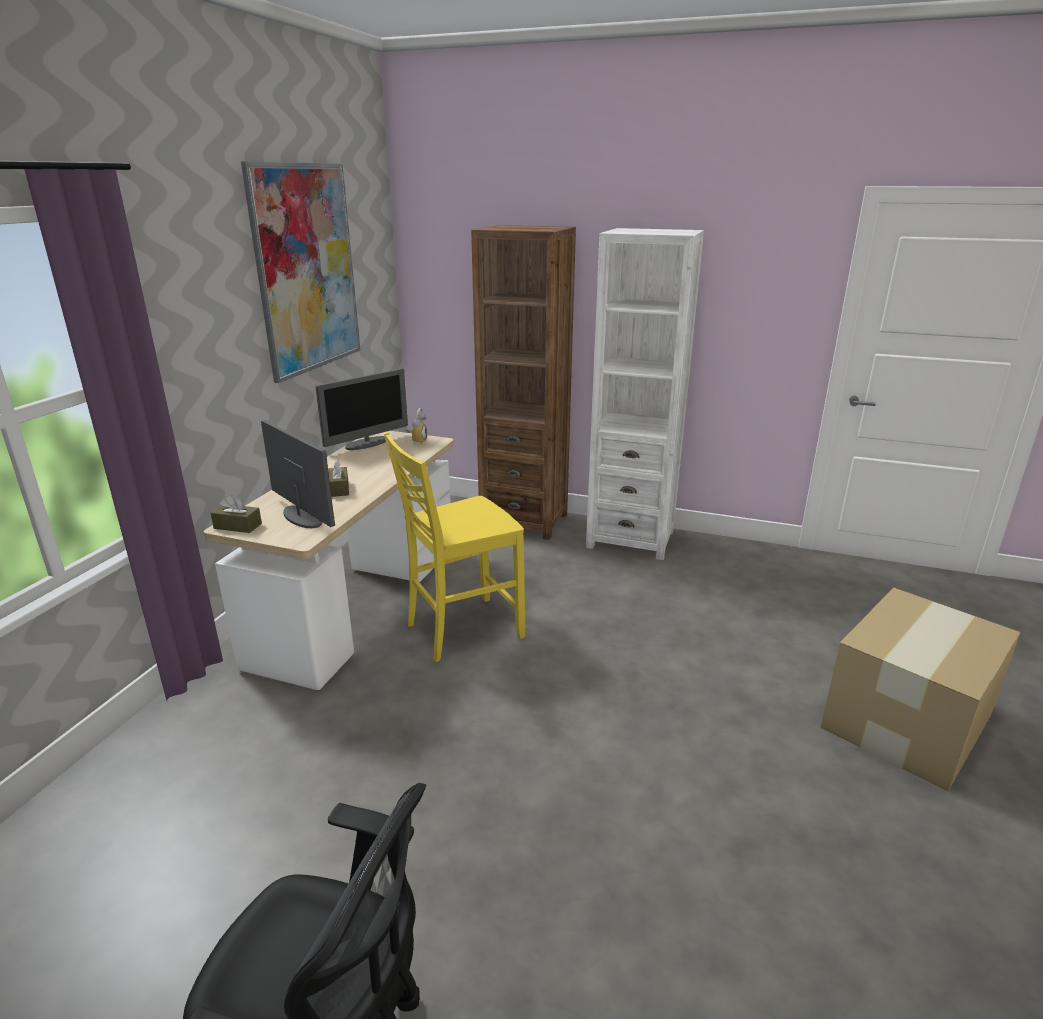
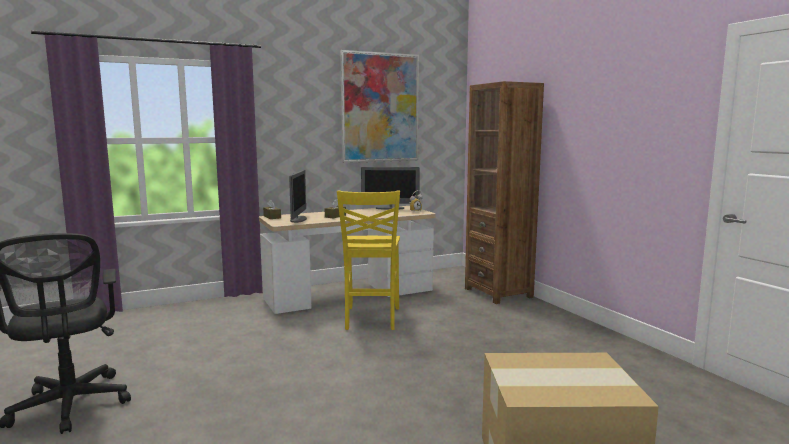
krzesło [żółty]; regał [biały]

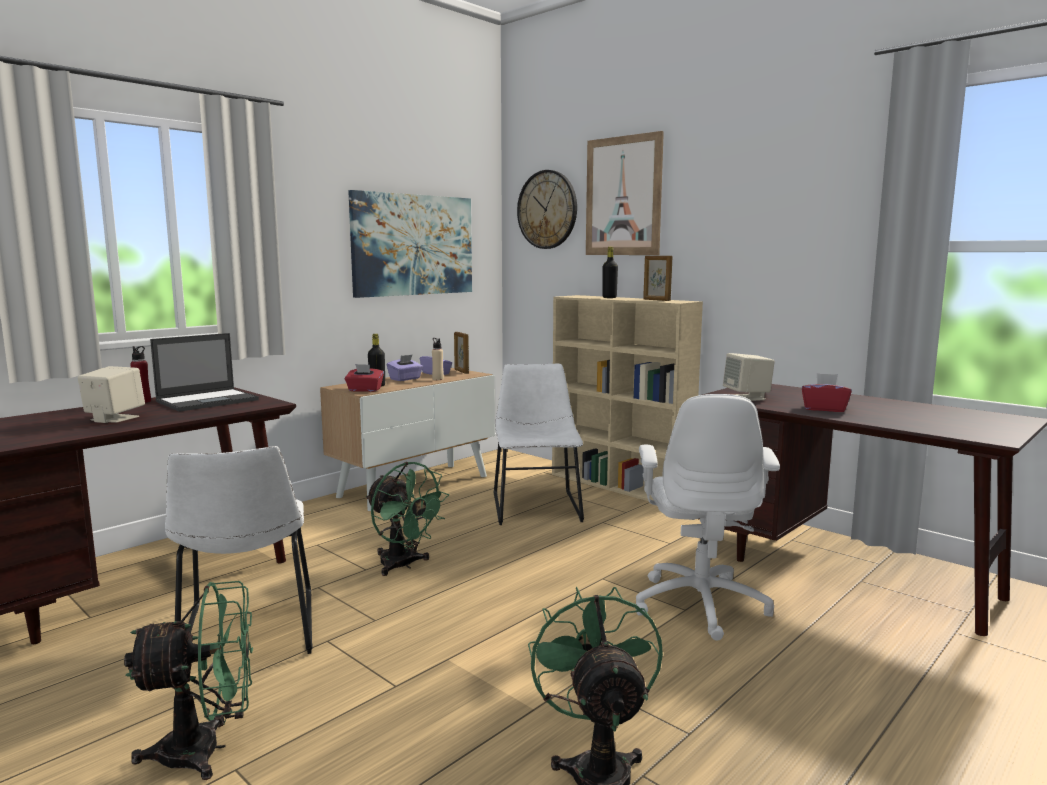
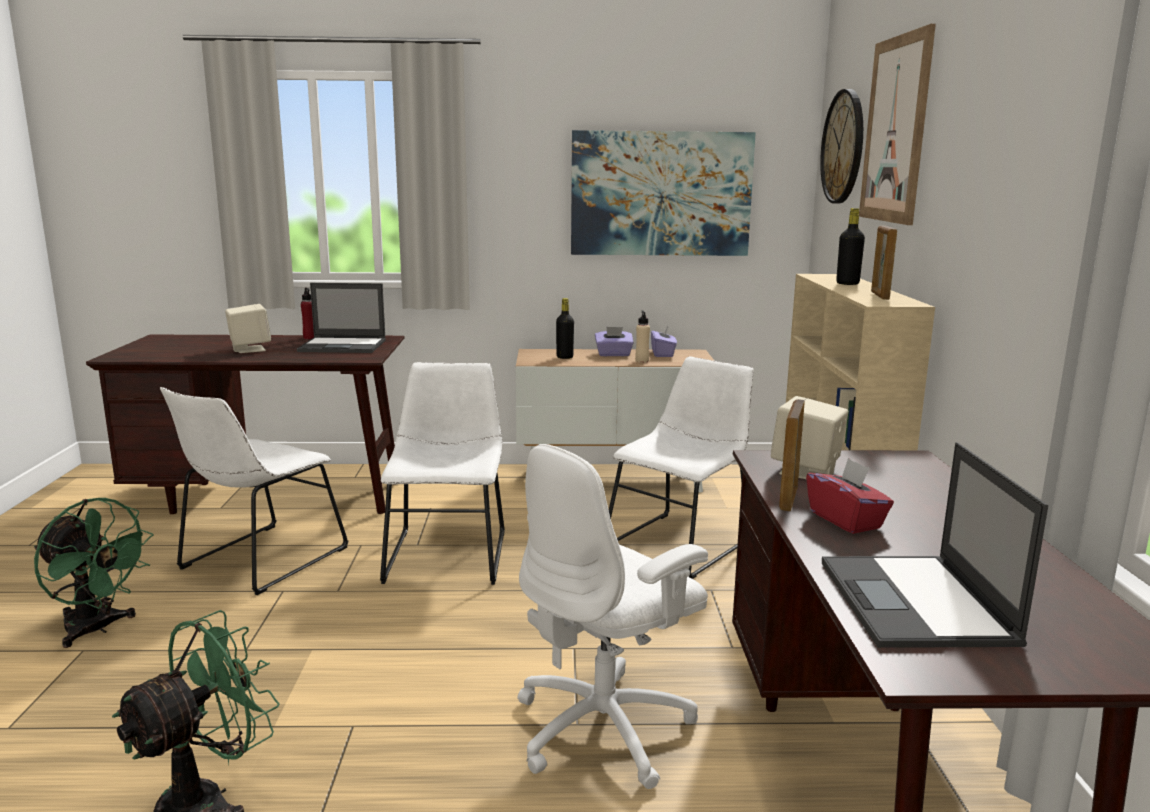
pudełko chusteczek [czerwony] (no. 1 from left in the first image); krzesło [biały] (no. 2 from left); ramka na zdjęcie (no. 1 from left); laptop (no. 2 from left)

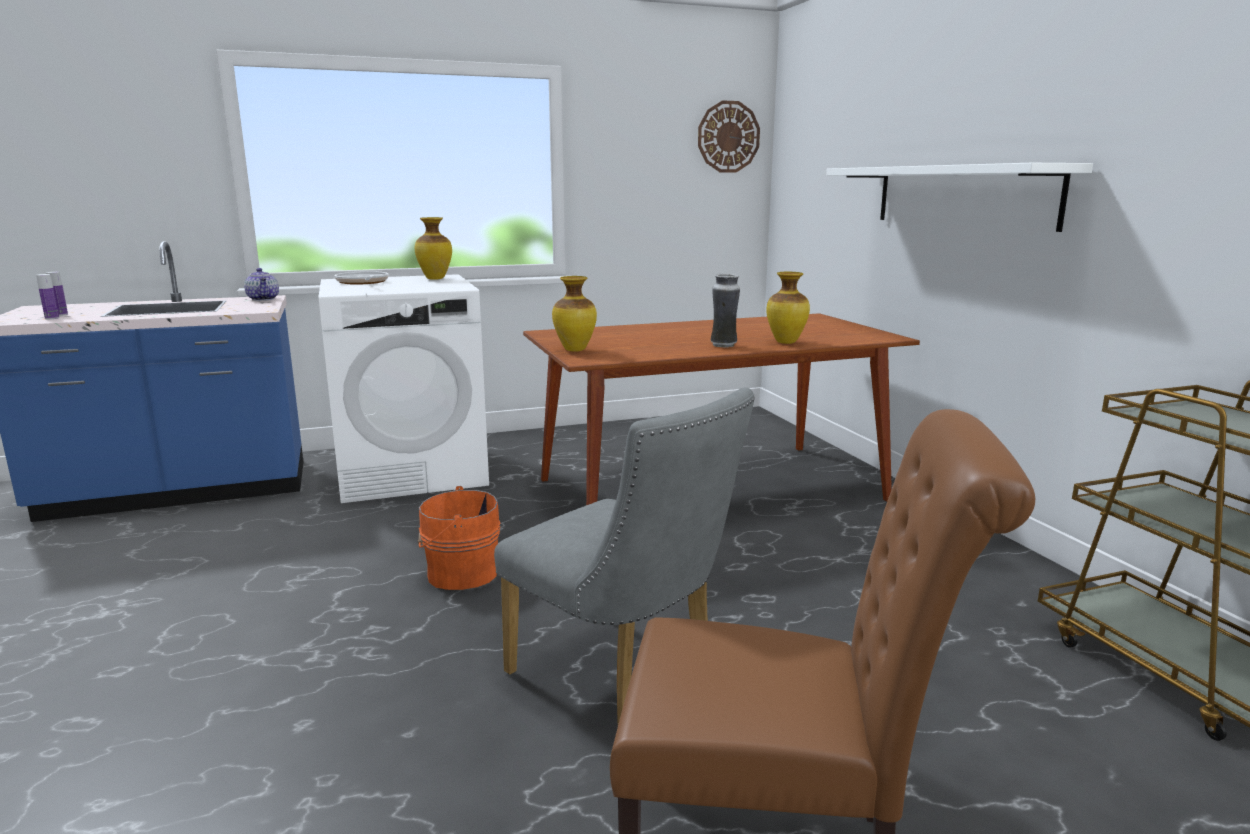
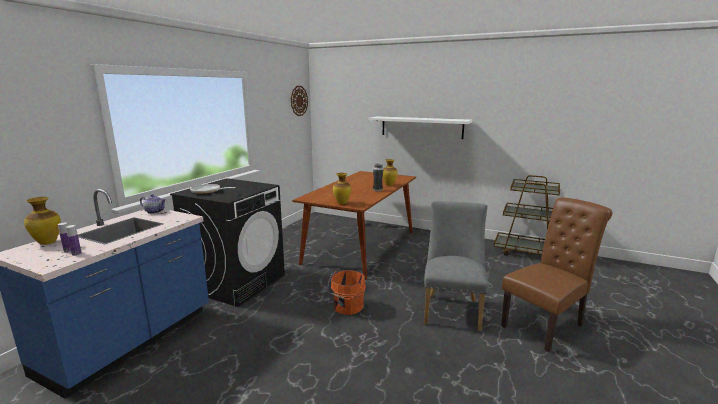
pralka [czarny]; wazon (no. 1 from left); krzesło [szary]

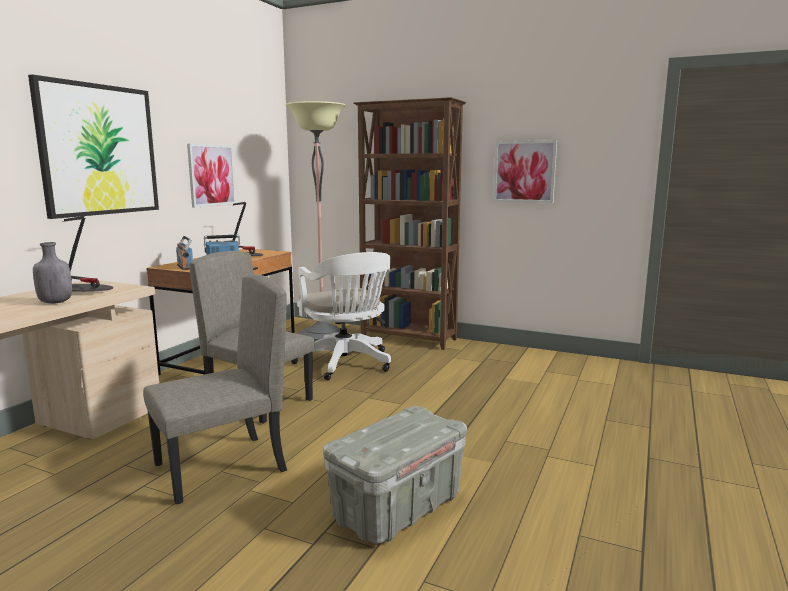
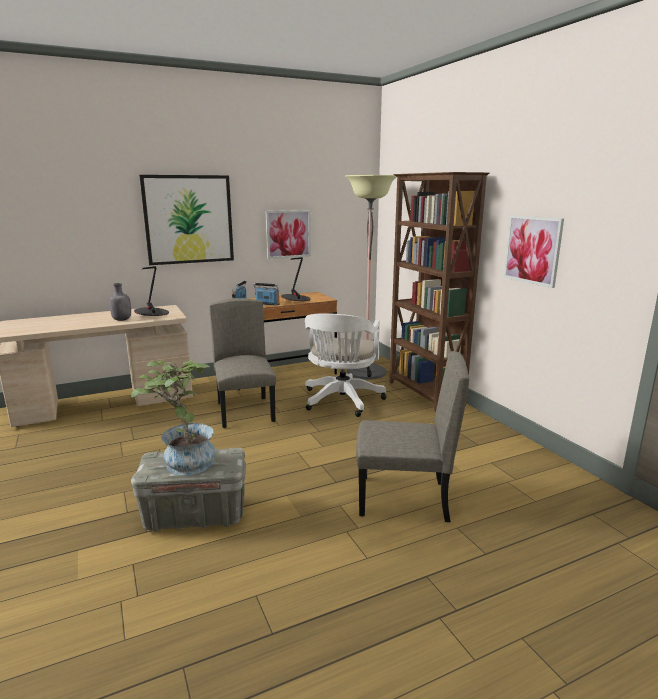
krzesło [beżowy] (no. 2 from left); roślina doniczkowa

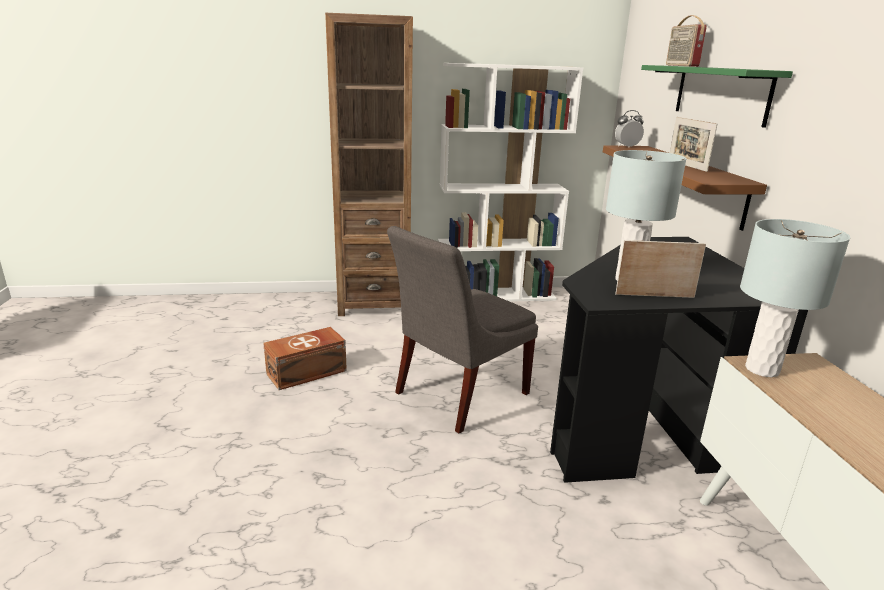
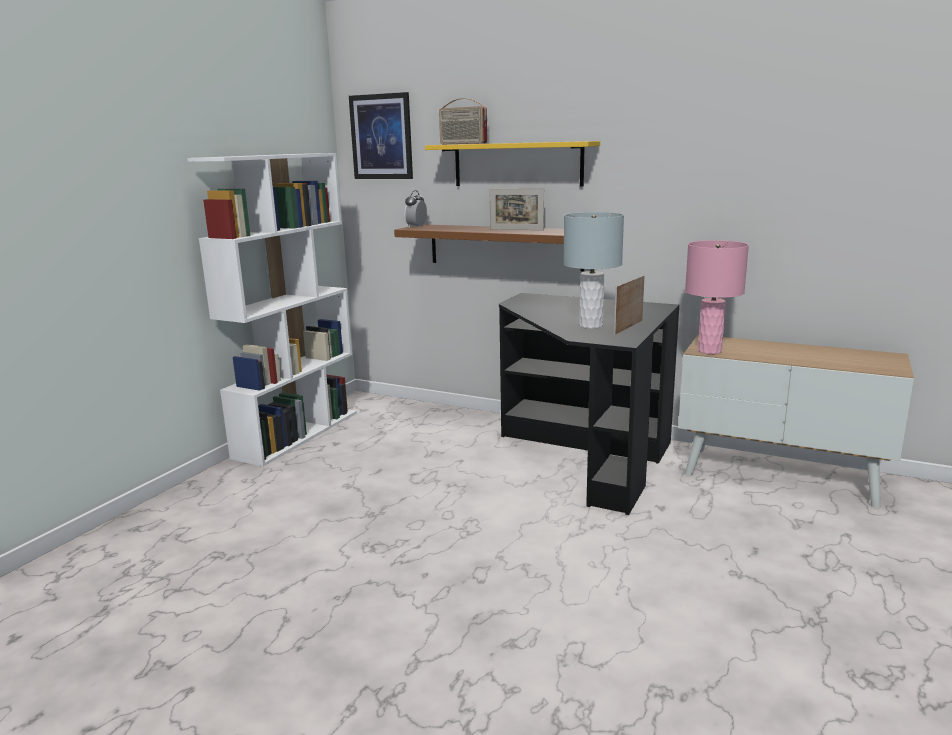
pojemnik do przechowywania [brązowy]; regał [brązowy]; krzesło [szary]; półka [żółty]; lampa stołowa [różowy]; obraz

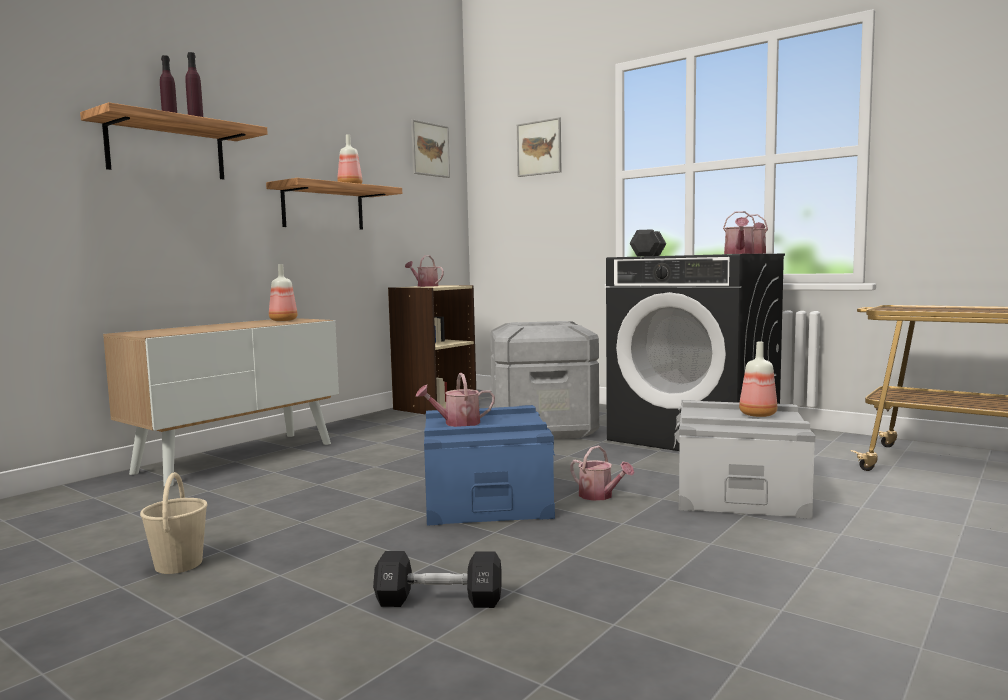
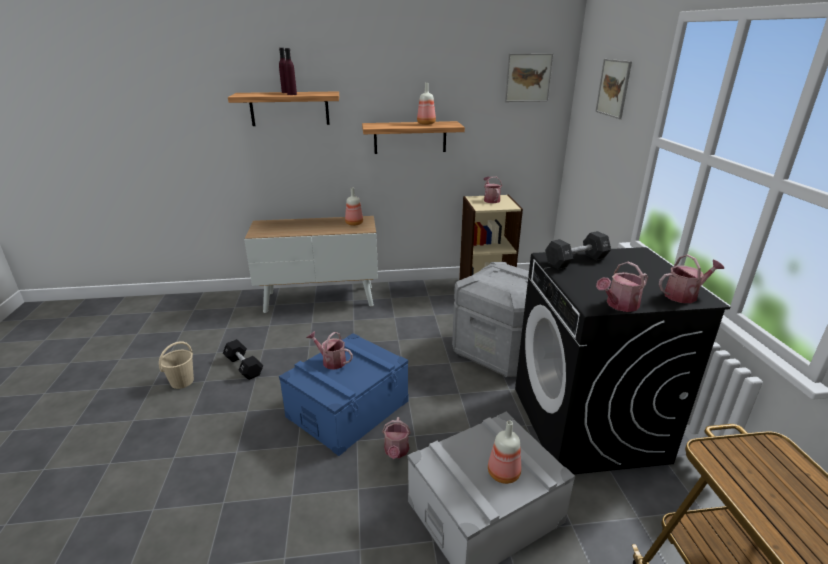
hantel [czarny] (no. 1 from left)

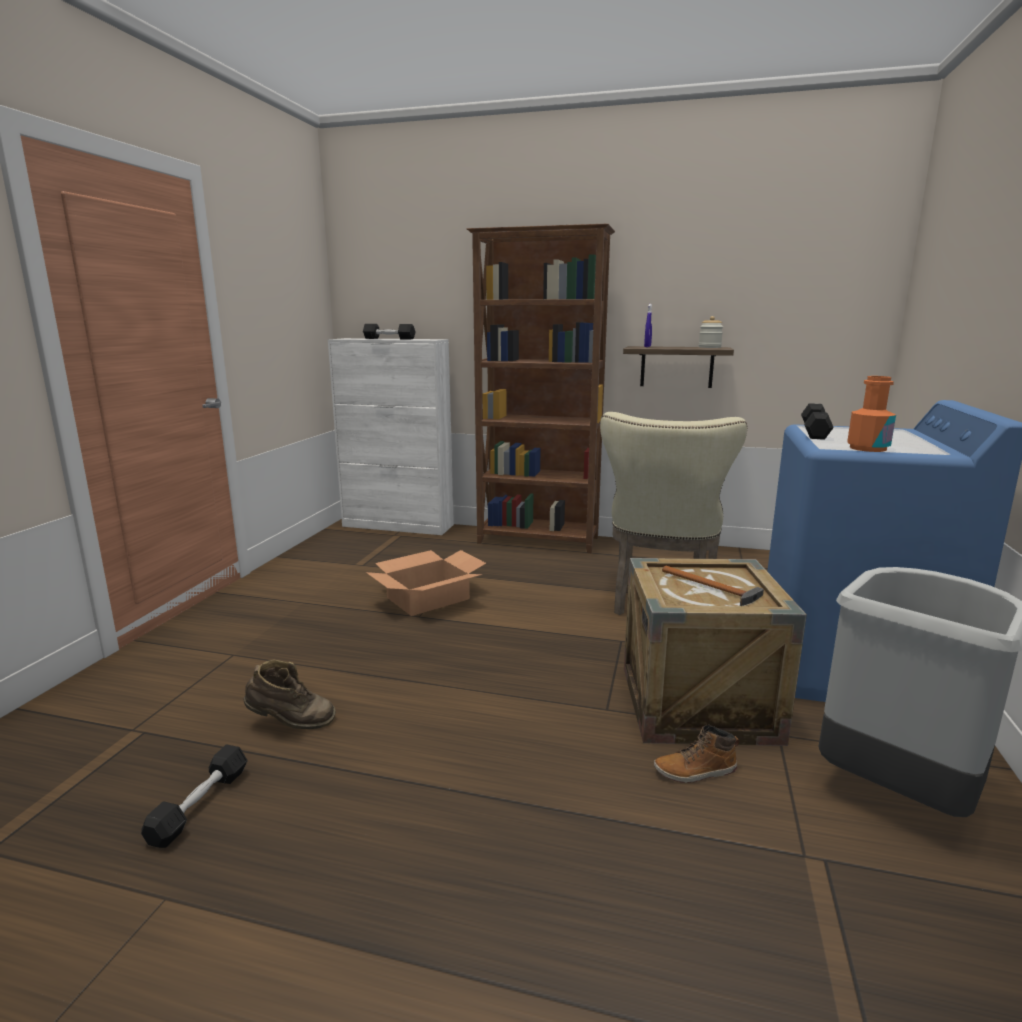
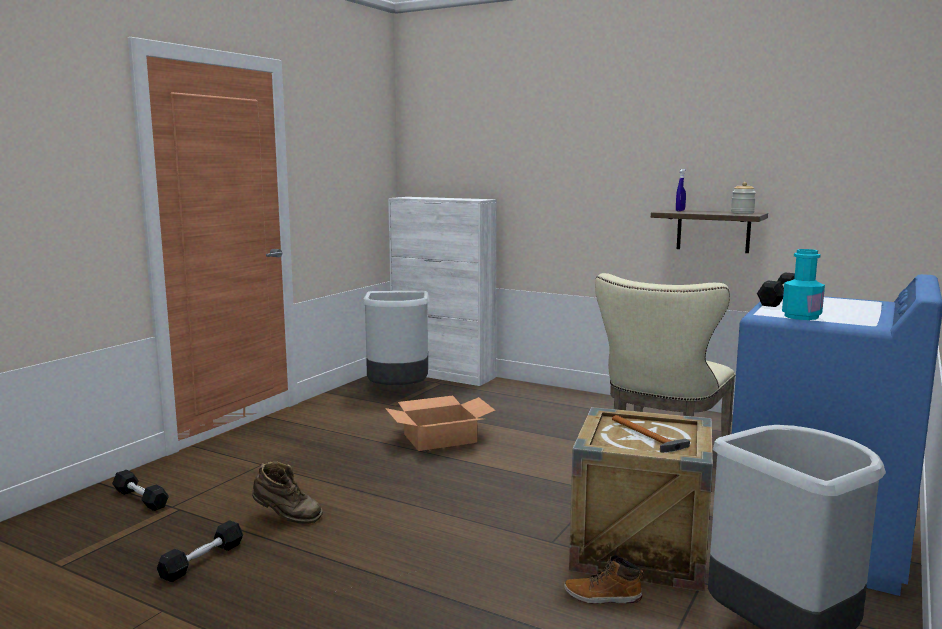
hantel [czarny] (no. 1 from left); regał [brązowy]; butelka [turkusowy]; kosz na śmieci [szary] (no. 1 from left)

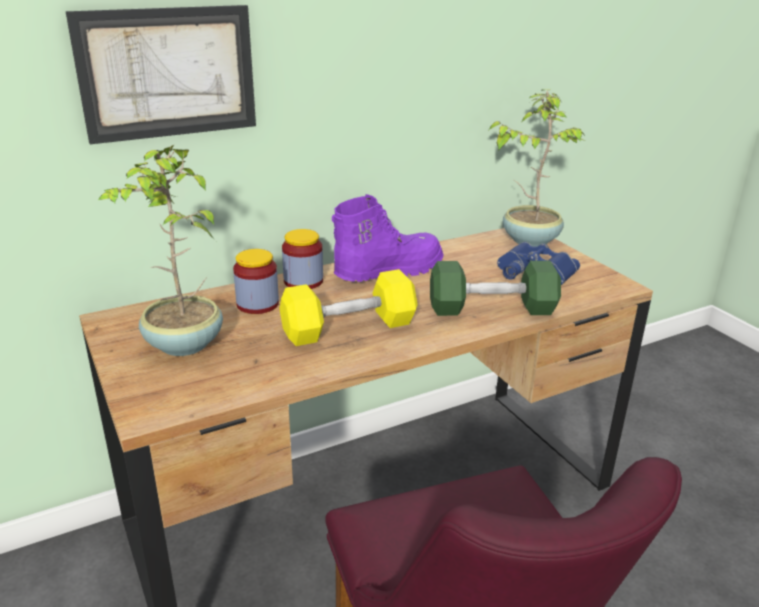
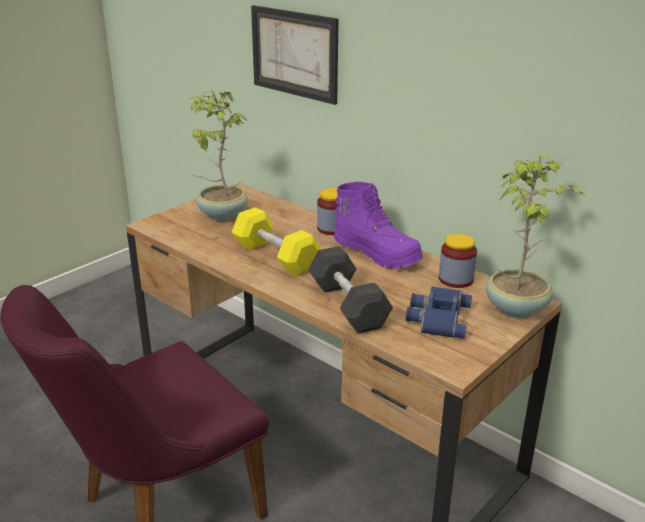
słoik (no. 2 from left); hantel [szary]

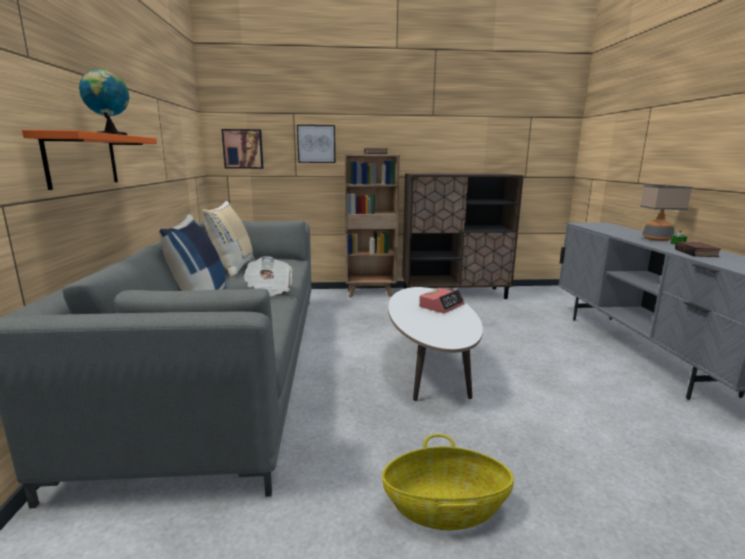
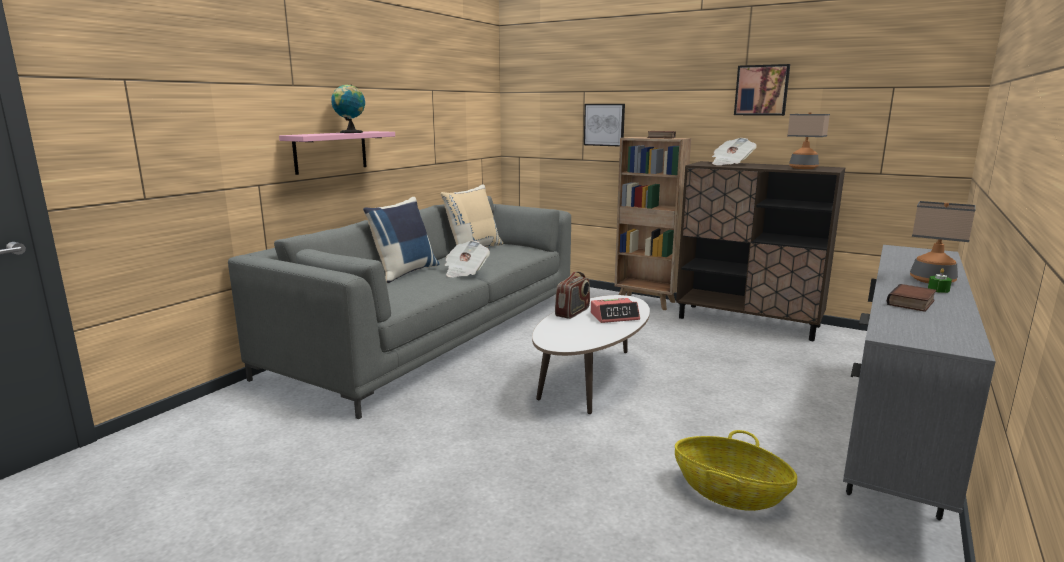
półka [różowy]; obraz (no. 2 from left); koszyk; radio; gazeta (no. 2 from left); lampa stołowa (no. 1 from left)

